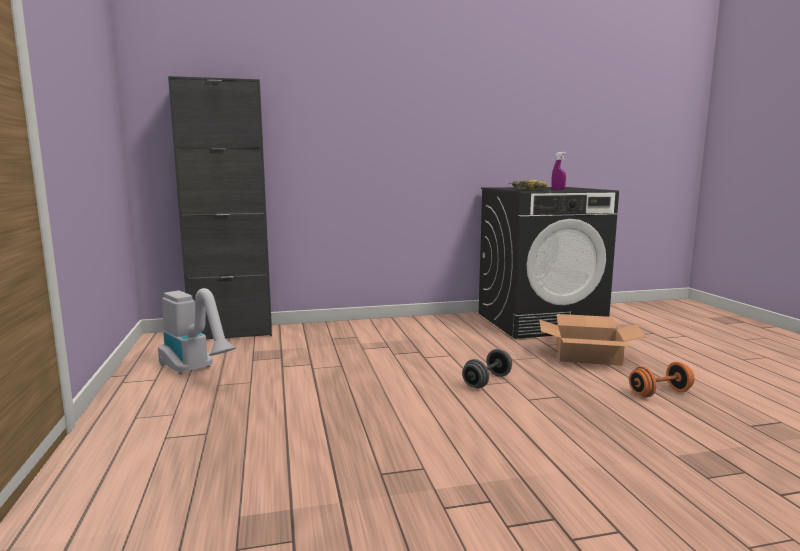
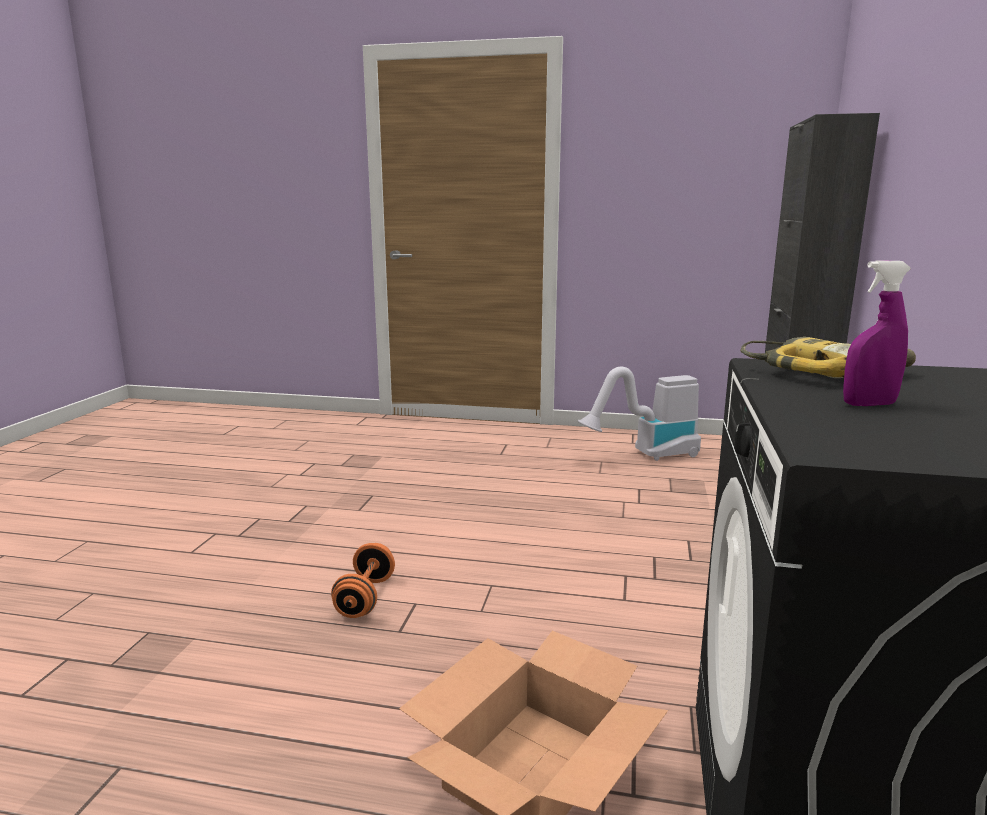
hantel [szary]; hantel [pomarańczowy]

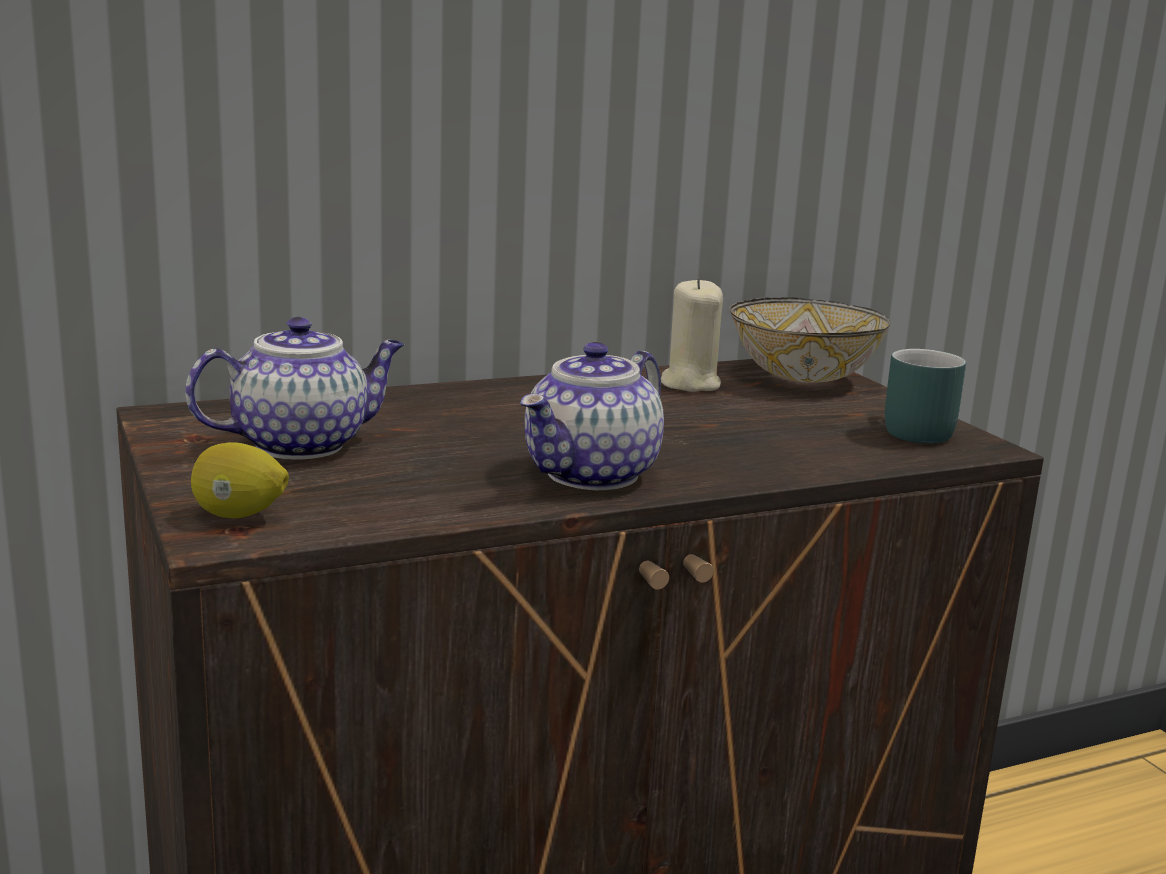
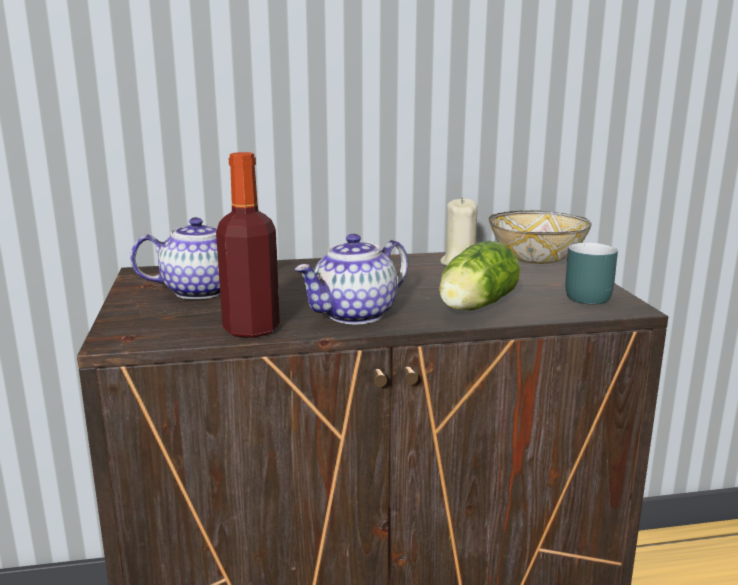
cytryna; butelka; sałata

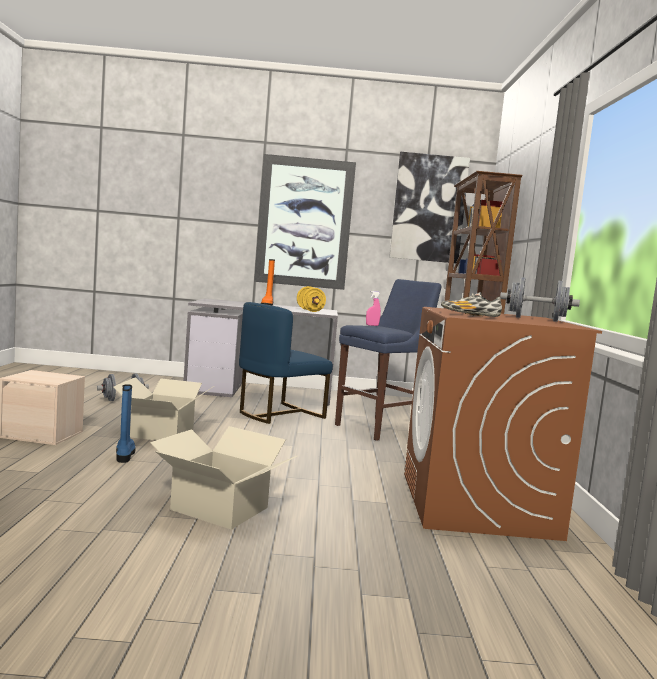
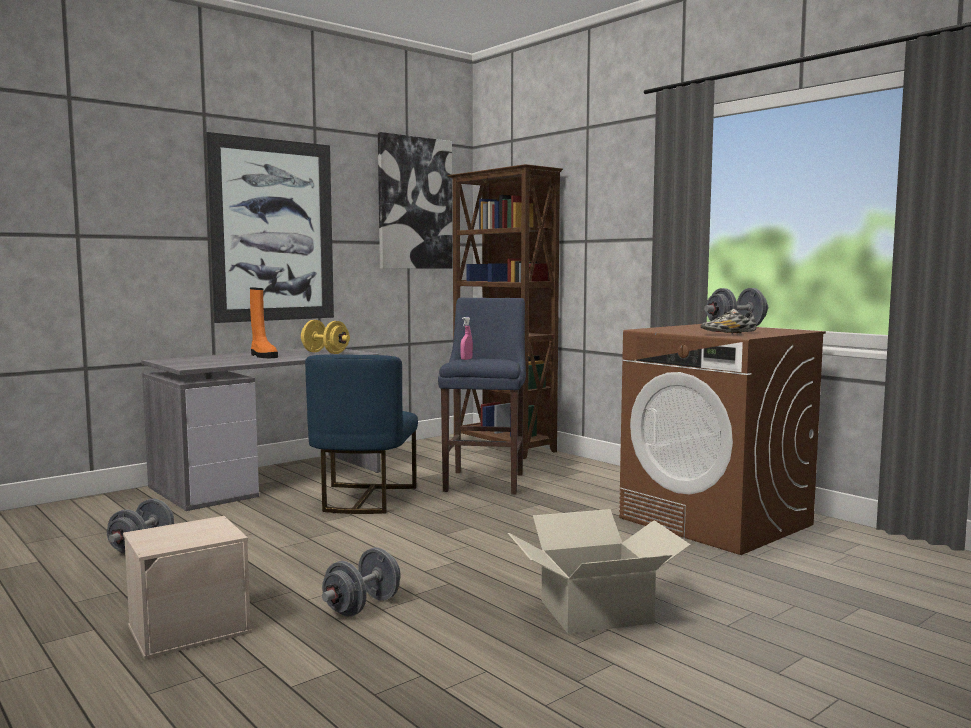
karton (no. 1 from left in the first image); hantel [szary] (no. 2 from left)

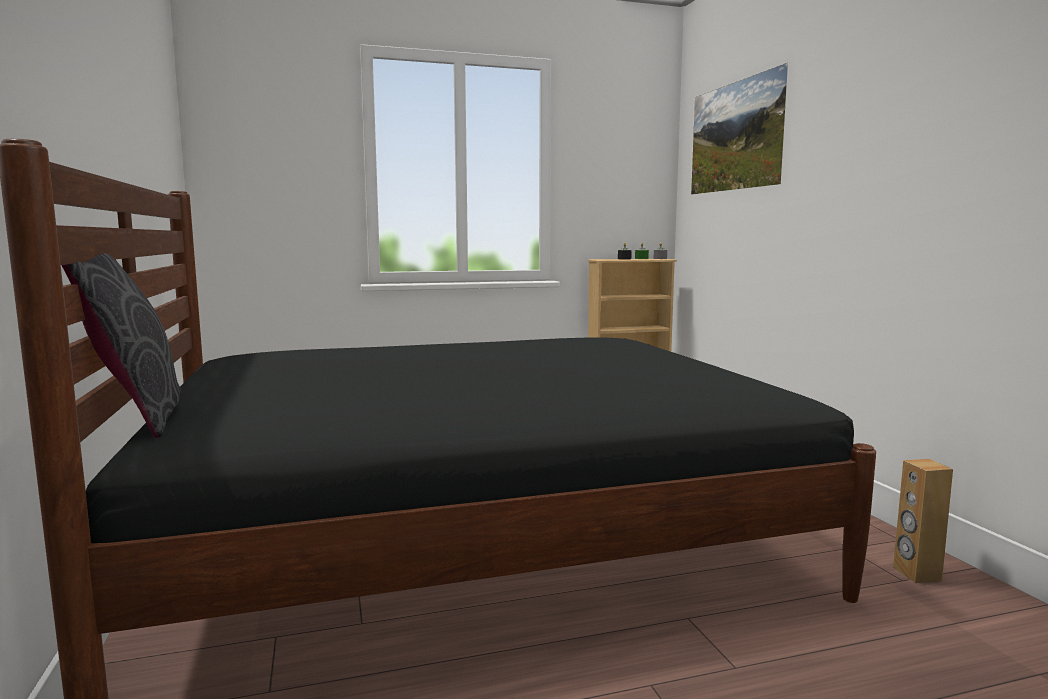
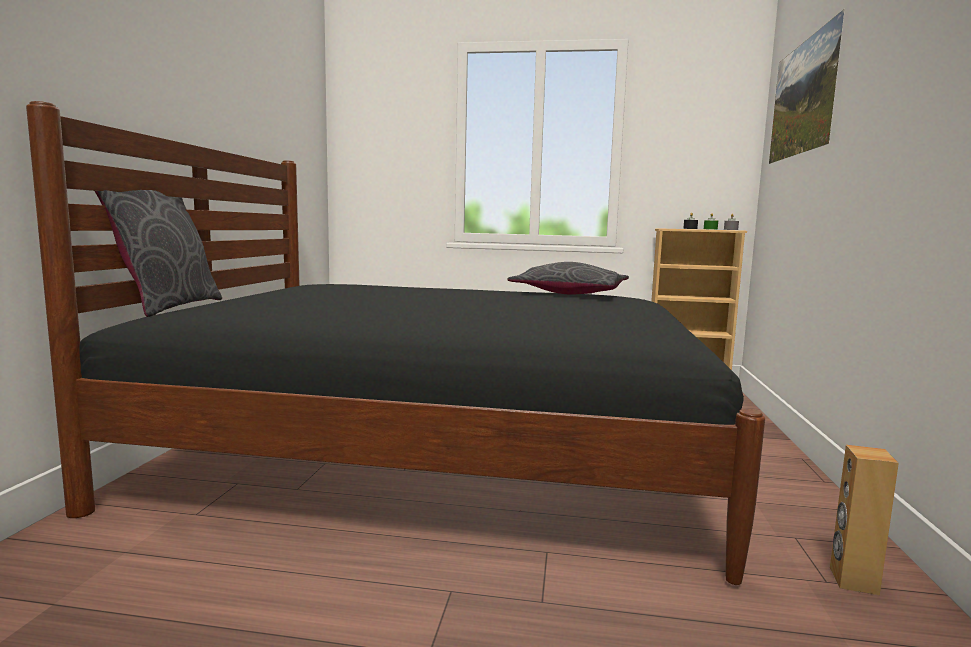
poduszka [szary] (no. 2 from left)

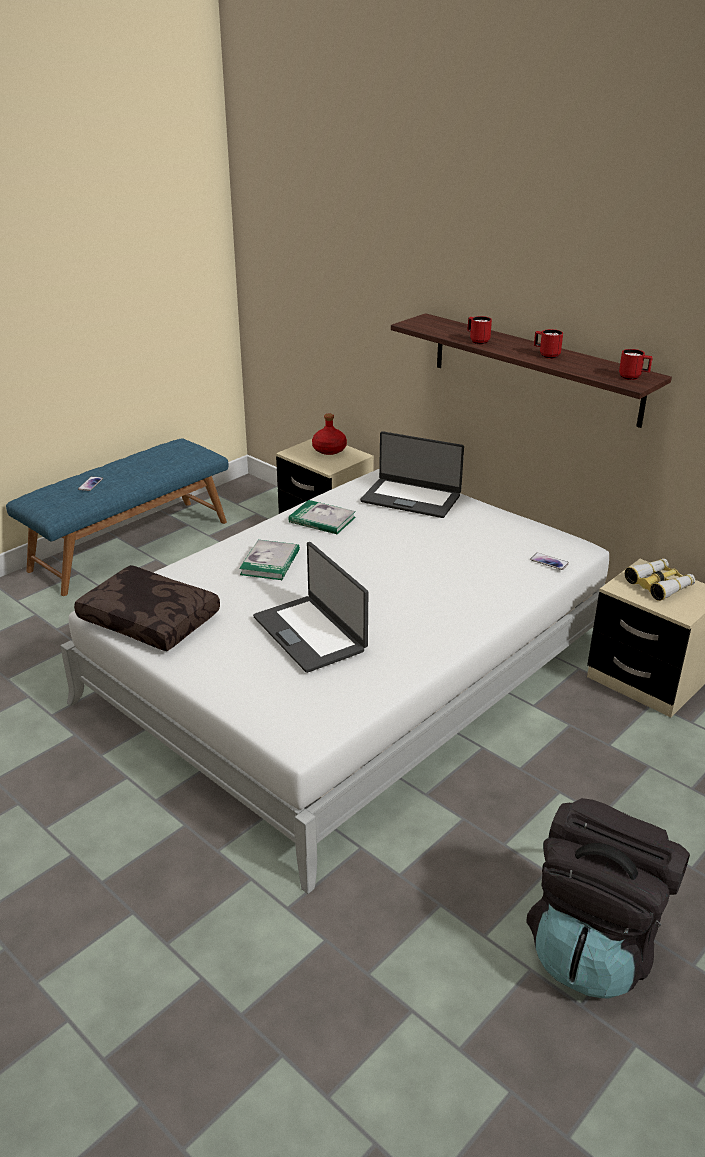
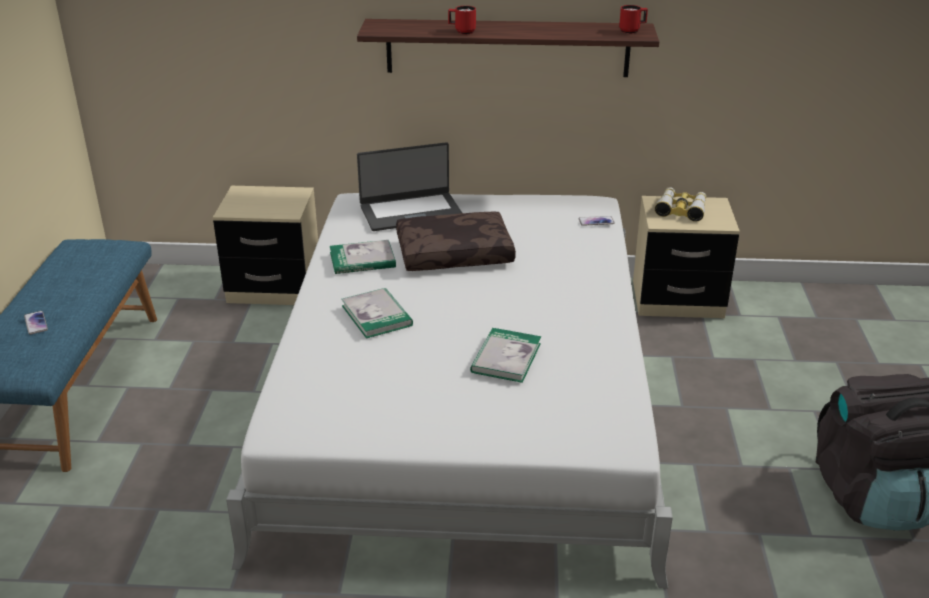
poduszka [brązowy]; książka (no. 3 from left); butelka [czerwony]; kubek [czerwony] (no. 2 from left in the first image)

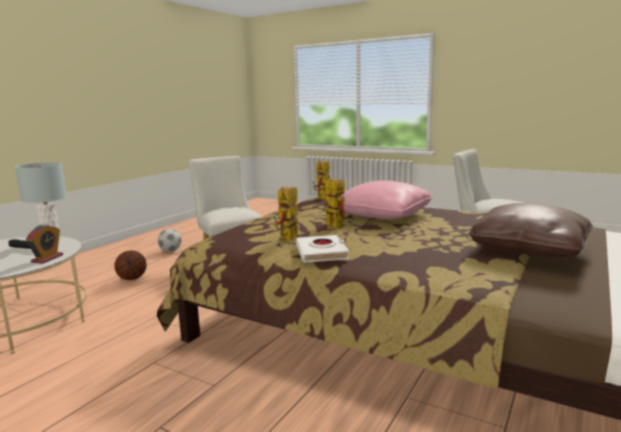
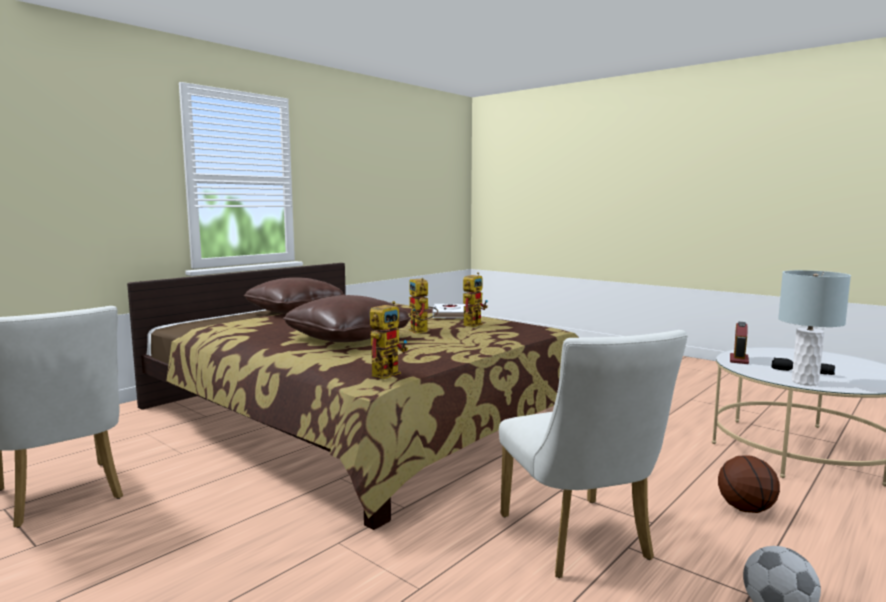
poduszka [brązowy] (no. 2 from left)

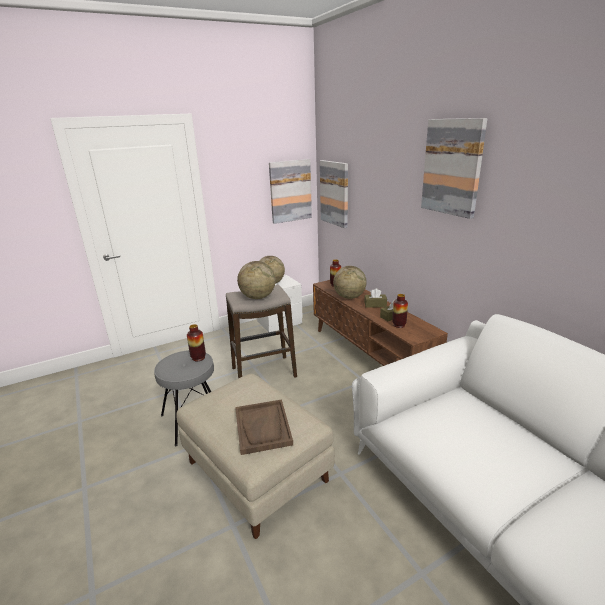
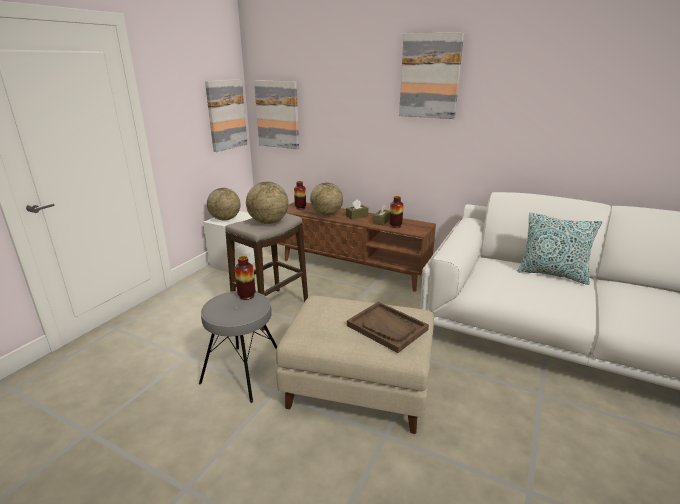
poduszka

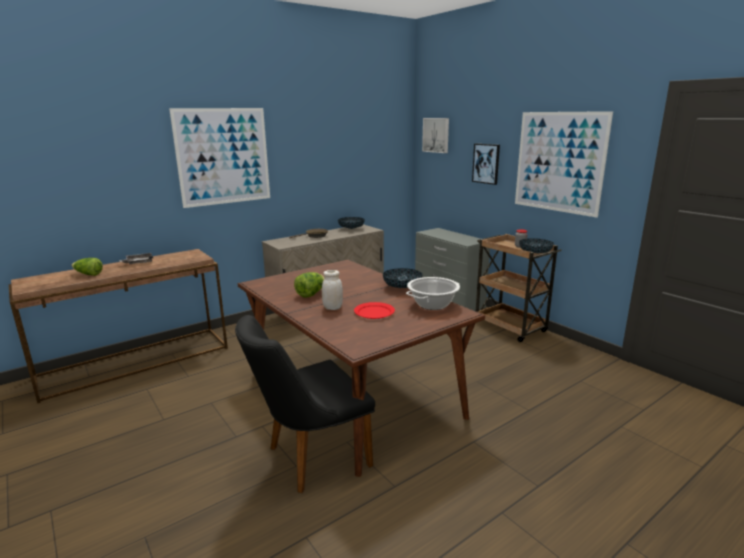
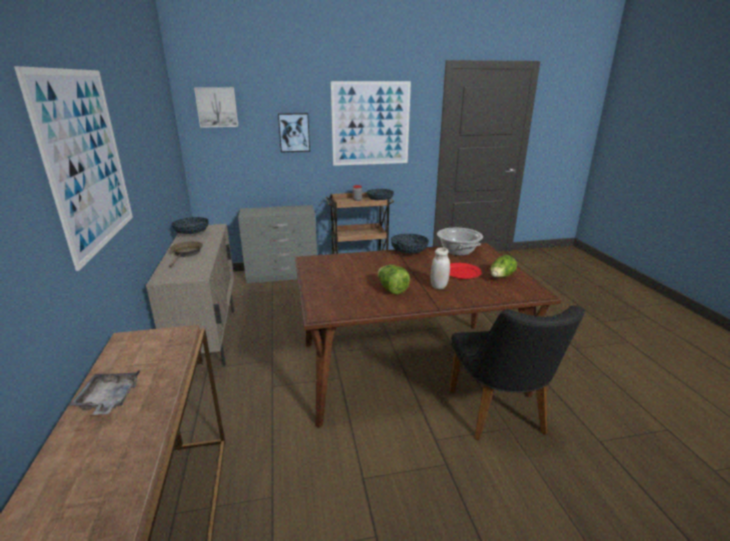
sałata (no. 2 from left)

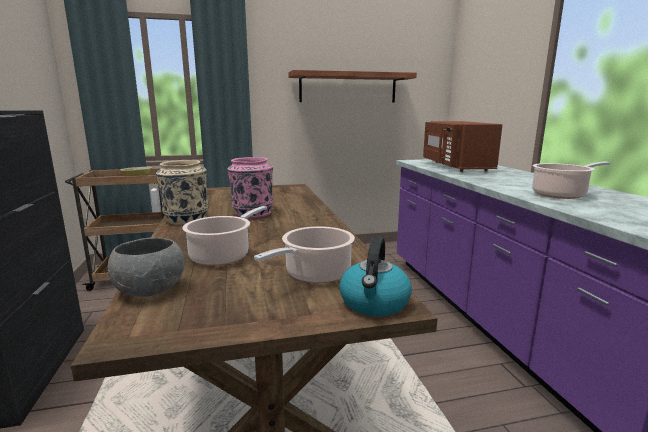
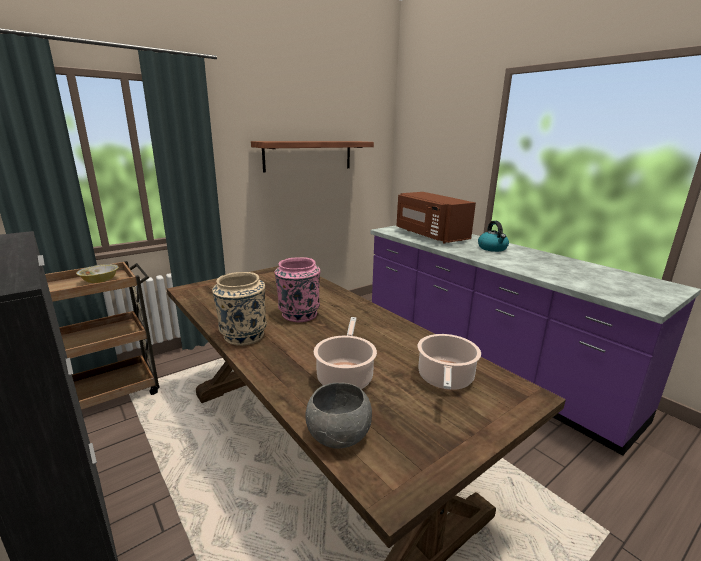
czajnik; garnek (no. 3 from left in the first image)

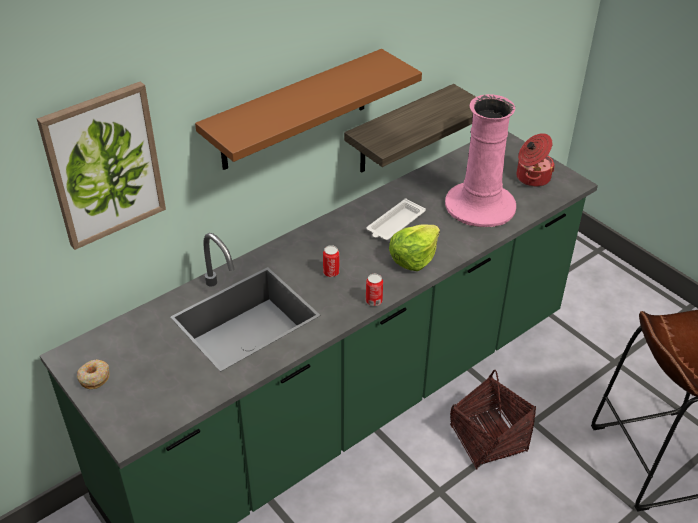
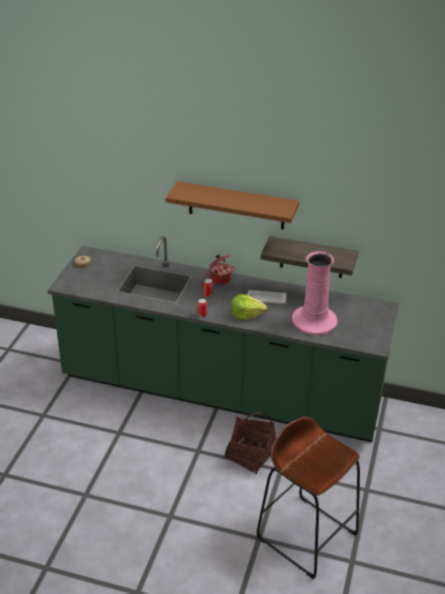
obraz; garnek

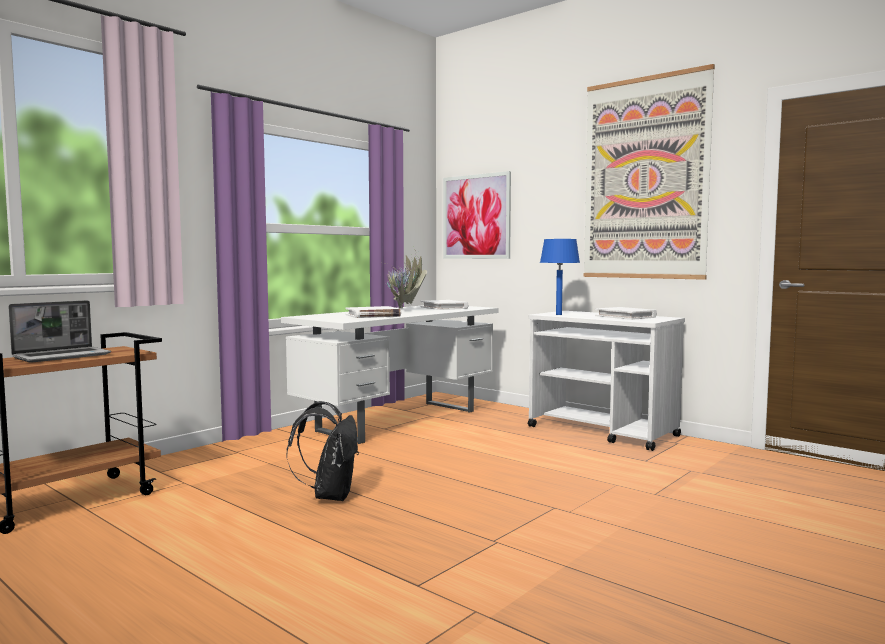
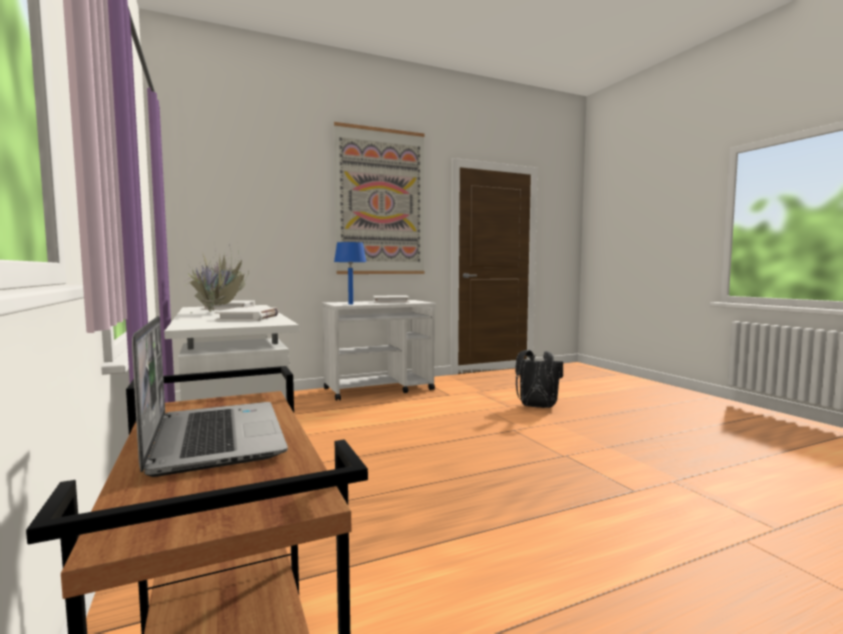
plecak [czarny]; obraz (no. 1 from left in the first image)

